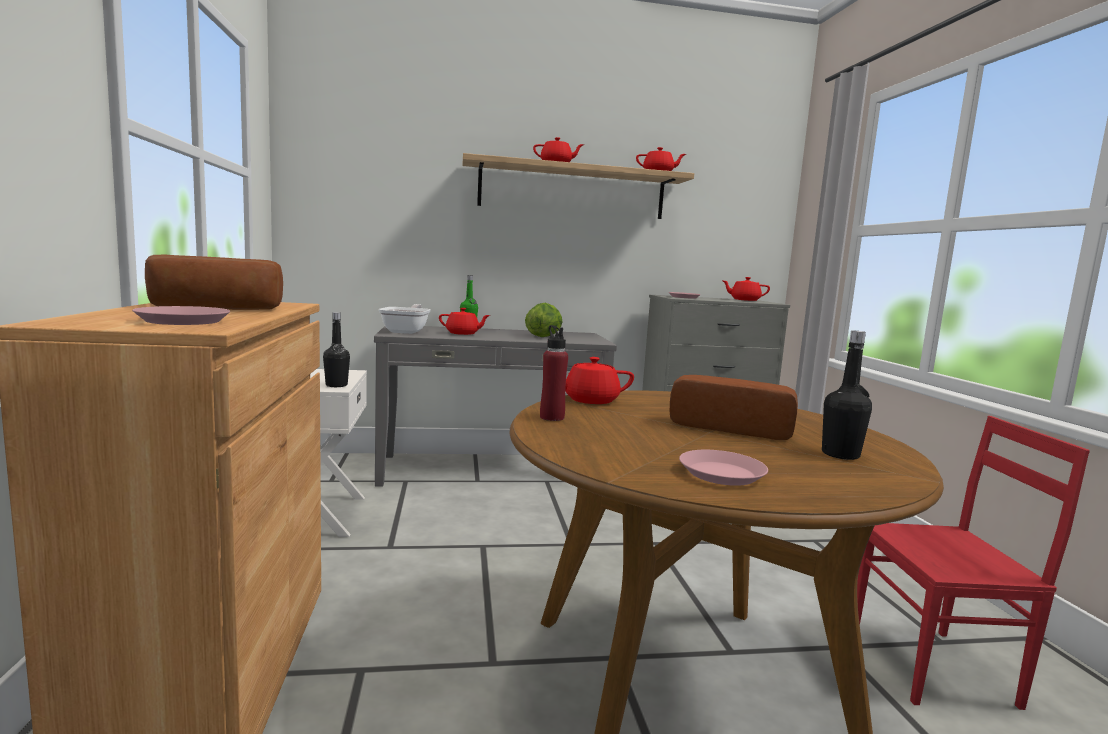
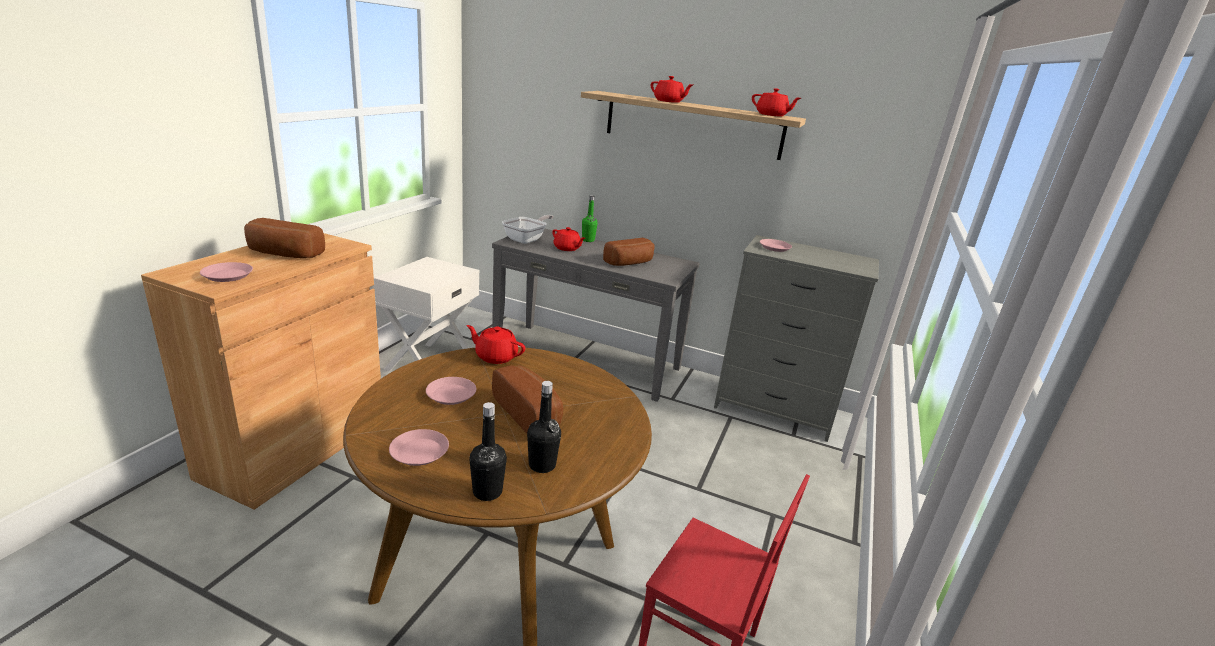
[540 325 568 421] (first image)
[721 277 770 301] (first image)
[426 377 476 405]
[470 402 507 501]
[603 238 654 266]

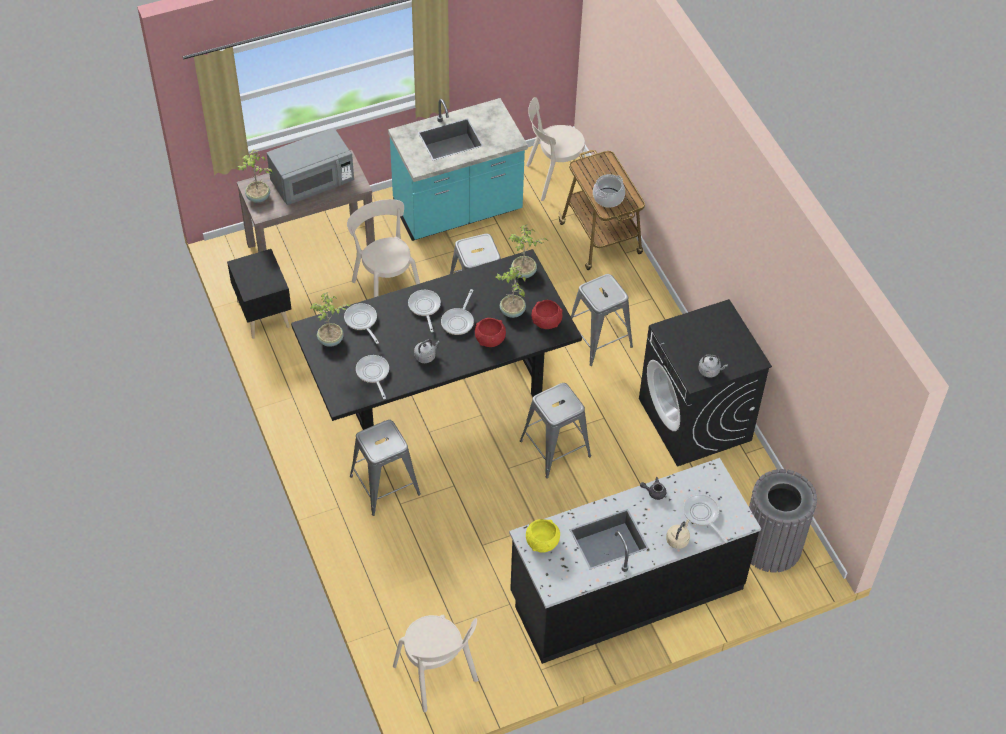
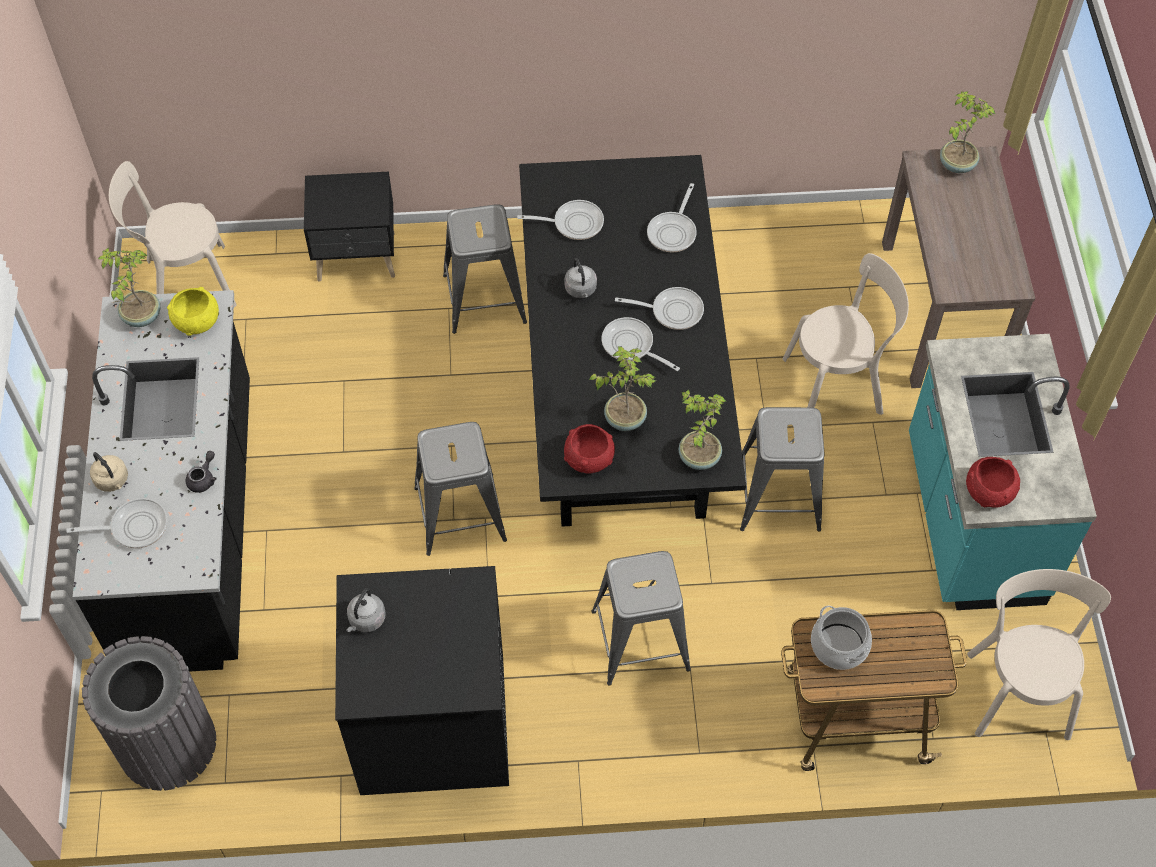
[267 128 354 205] (first image)
[304 172 395 282]
[98 248 160 327]
[966 457 1020 508]
[647 183 697 253]

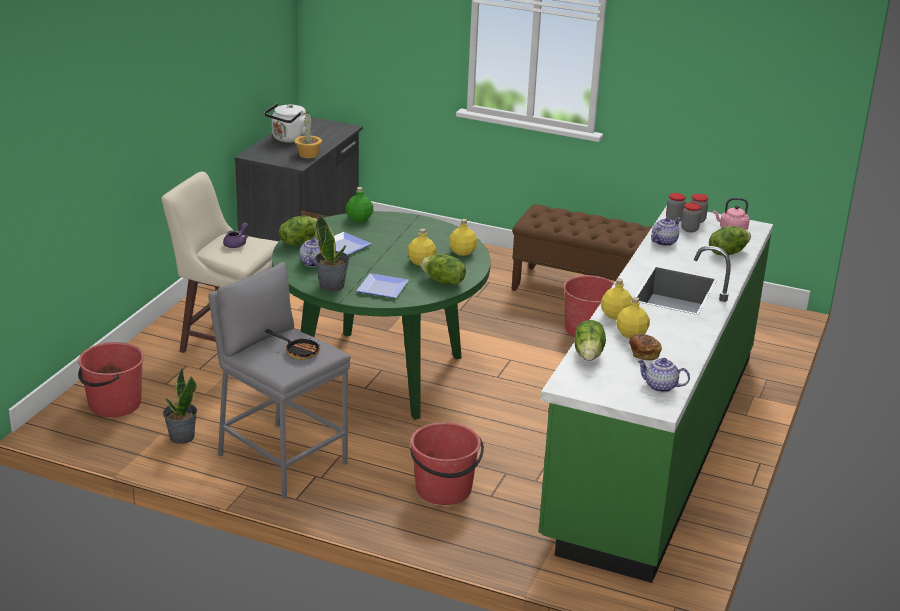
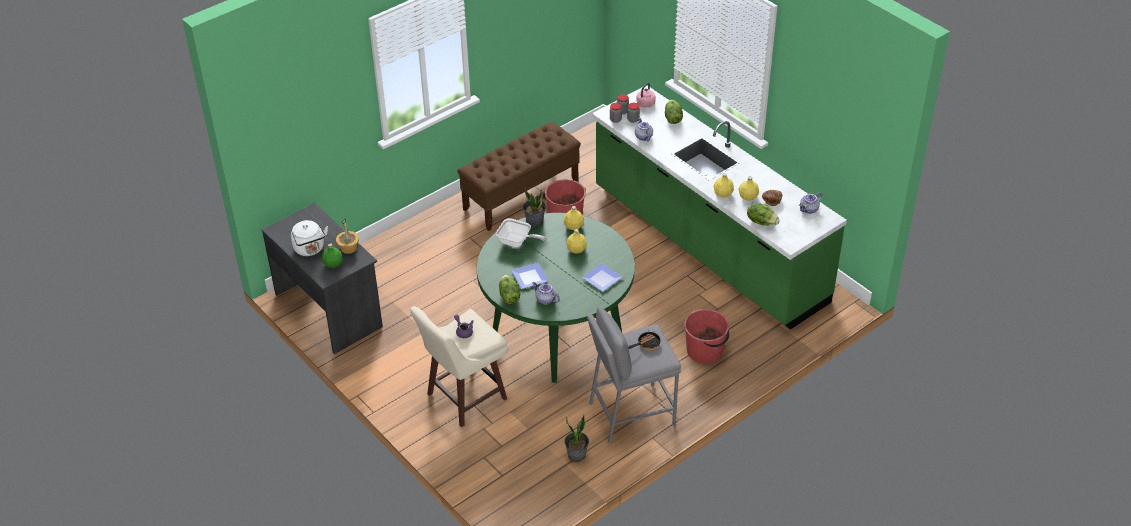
[78 342 144 417] (first image)
[420 254 466 285] (first image)
[496 218 547 247]
[523 187 546 228]
[322 243 343 268]

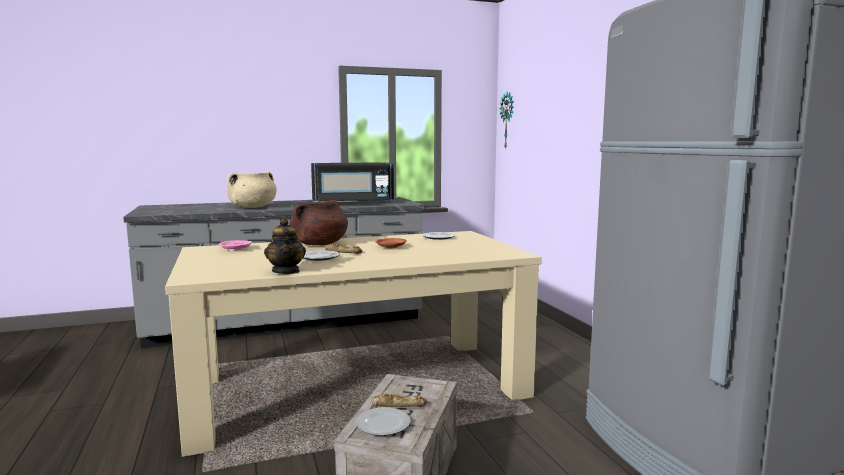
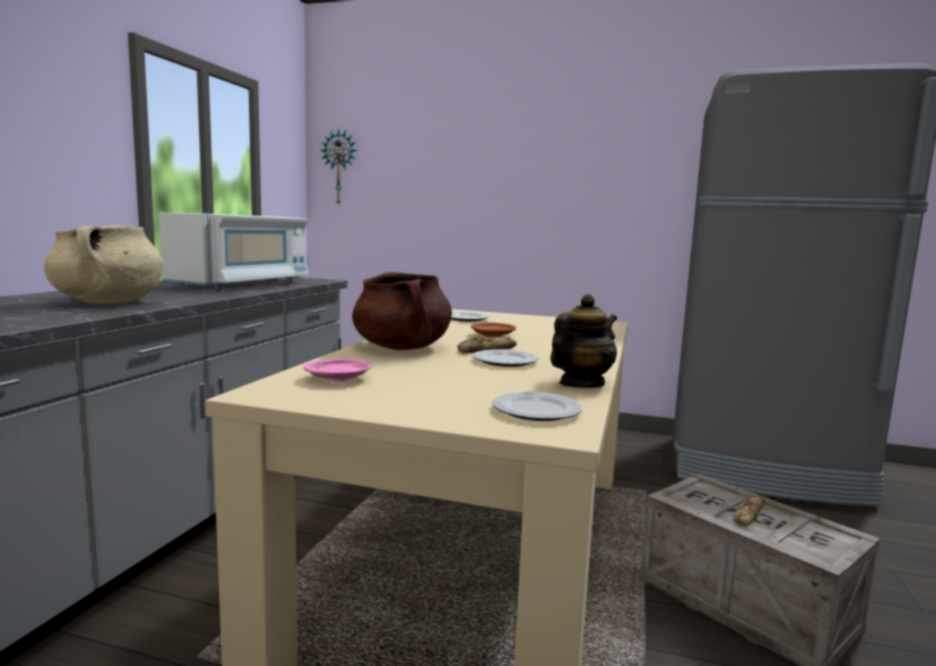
[492 392 582 421]
[159 212 308 289]
[550 294 617 388]

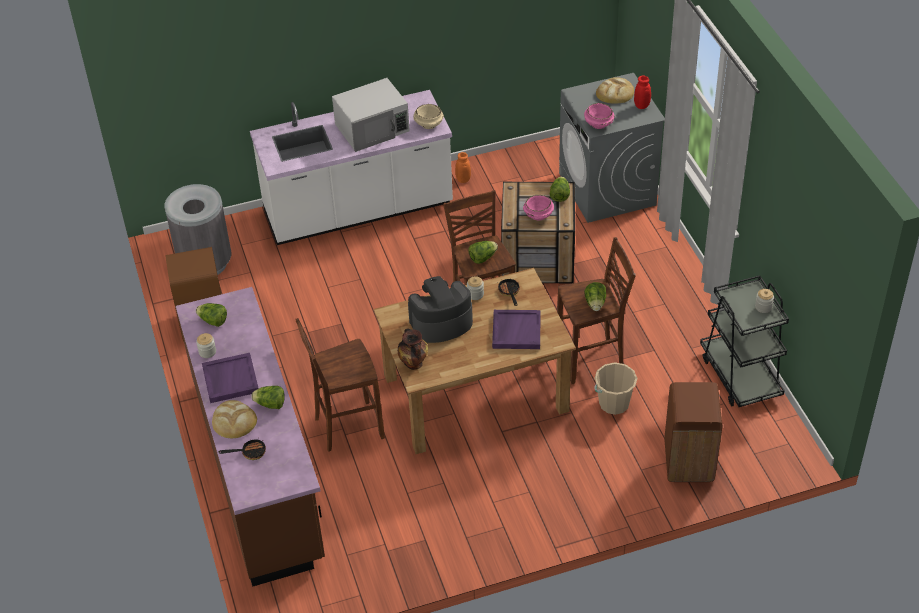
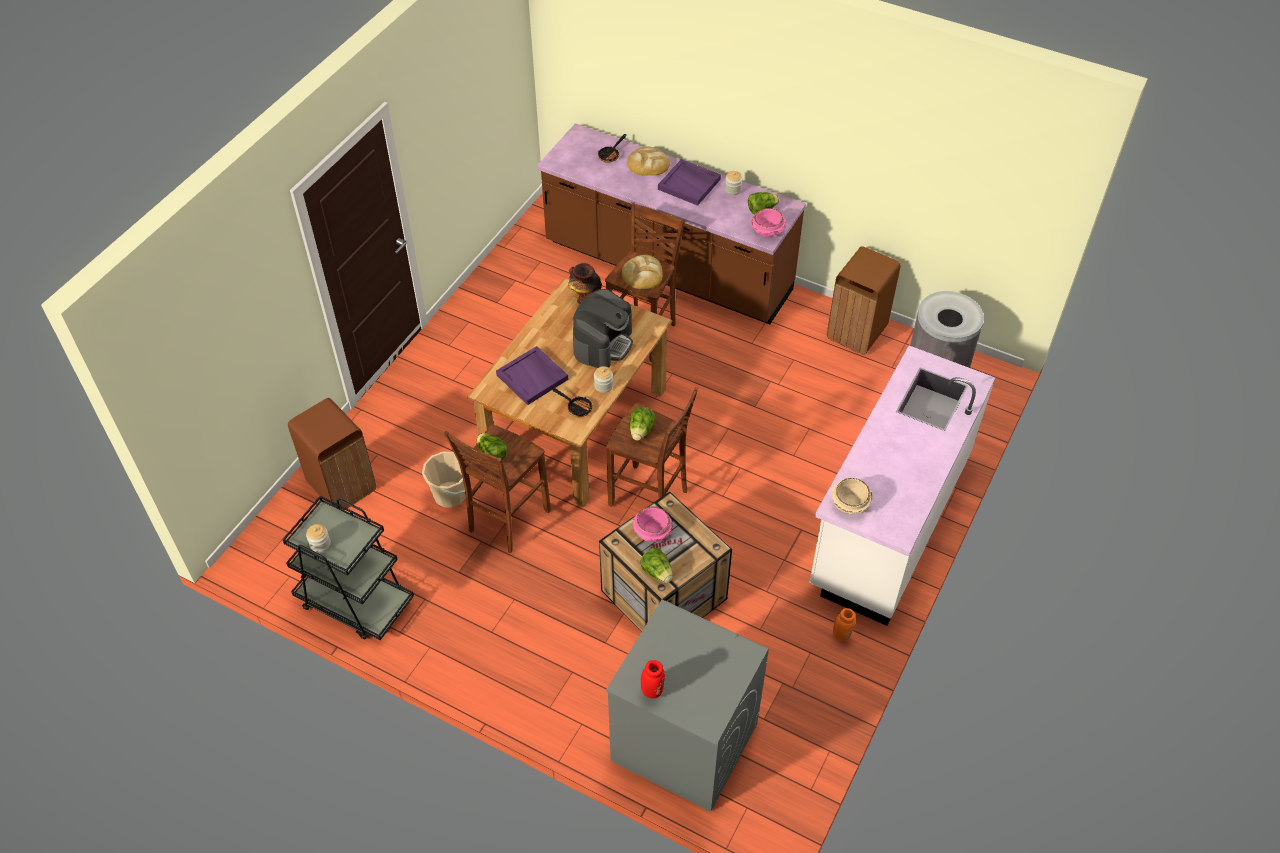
[251 386 285 409] (first image)
[332 78 410 152] (first image)
[751 208 786 237]
[622 255 663 289]

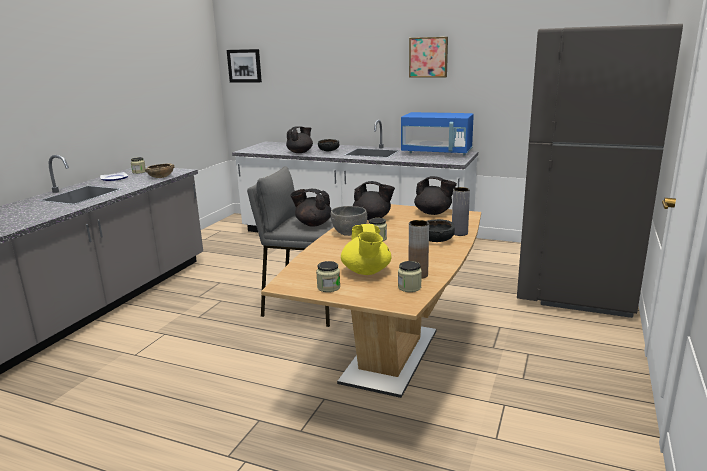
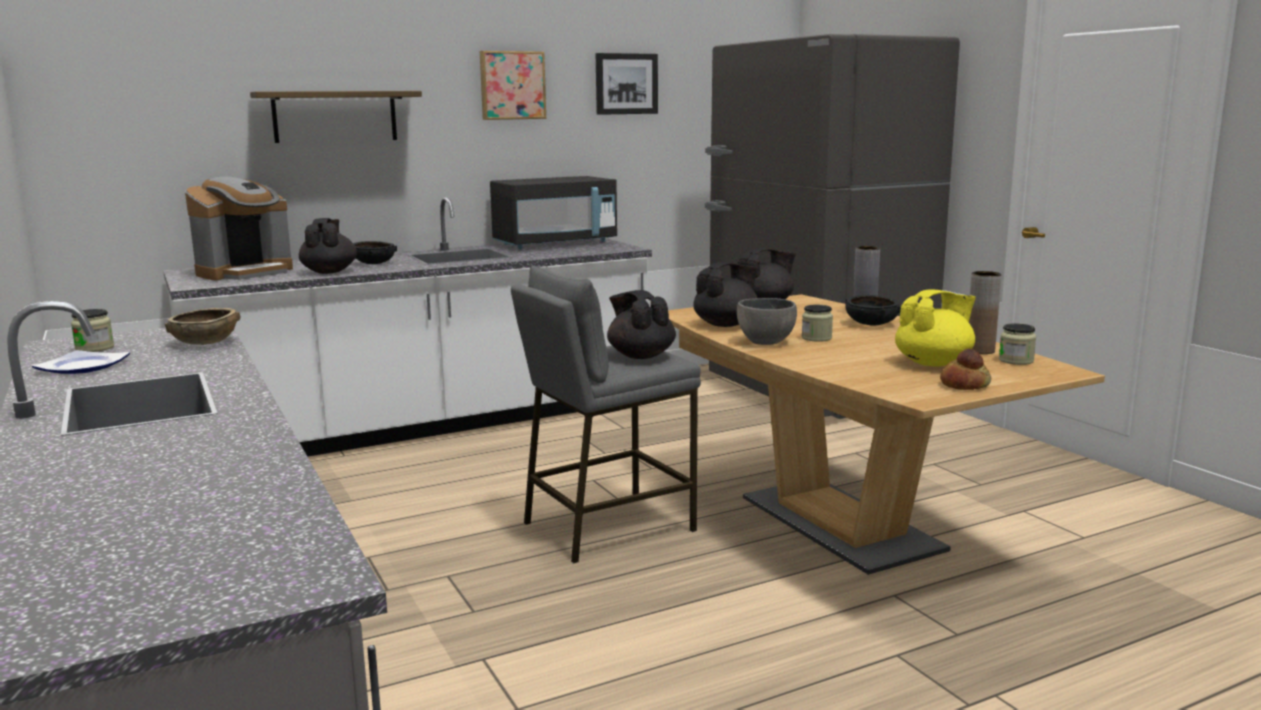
[185 177 293 281]
[250 91 422 143]
[596 53 658 115]
[940 349 991 390]
[490 176 617 249]
[607 290 676 359]
[895 289 976 367]

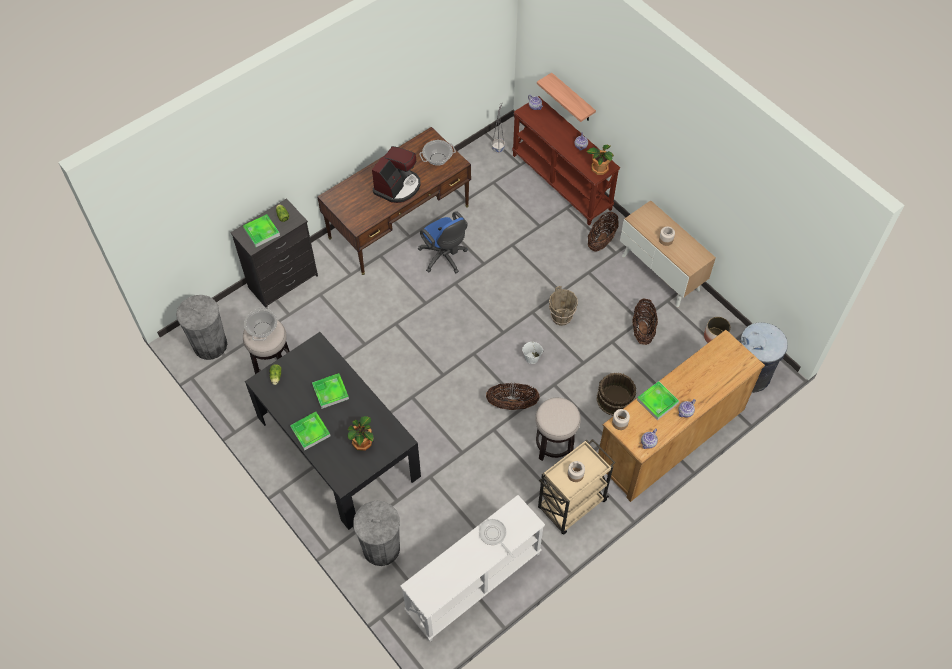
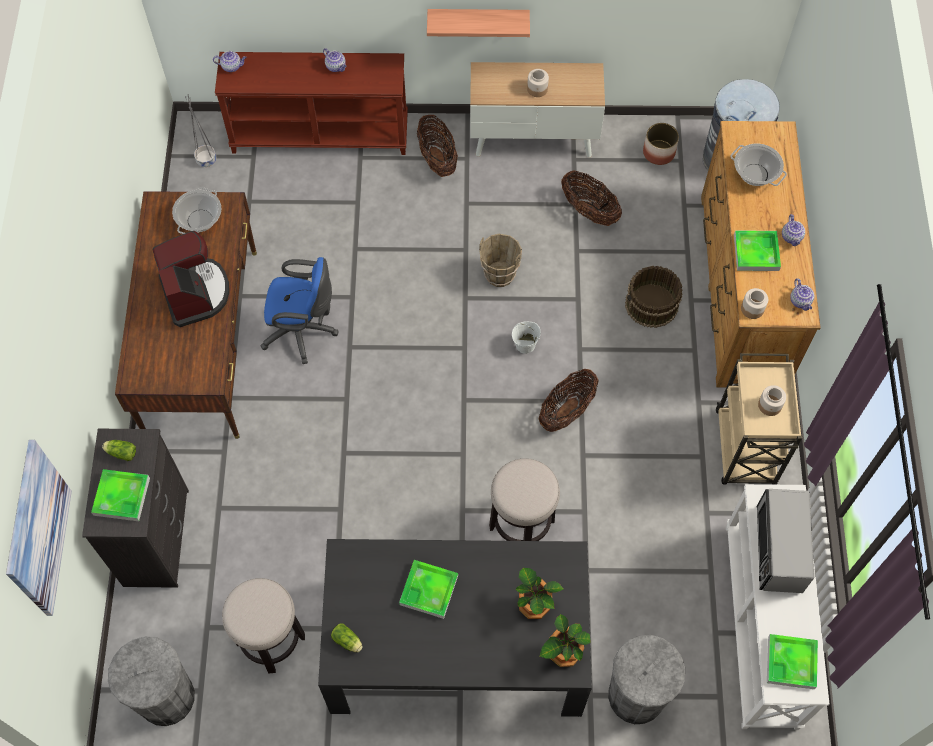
[6 440 72 616]
[730 144 787 186]
[767 634 818 689]
[489 458 560 541]
[427 9 530 37]
[540 614 591 667]
[756 489 814 593]

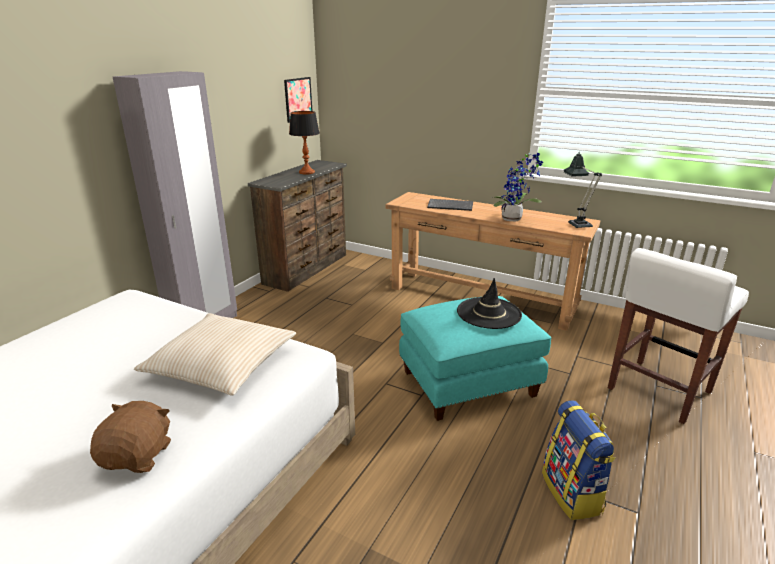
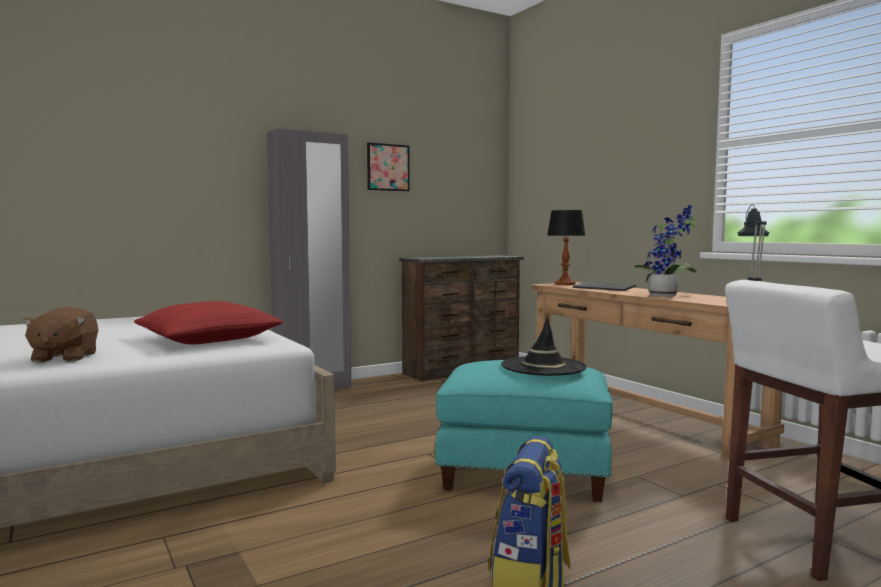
[367 142 410 191]
[547 210 586 285]
[134 301 283 344]
[22 307 98 363]

